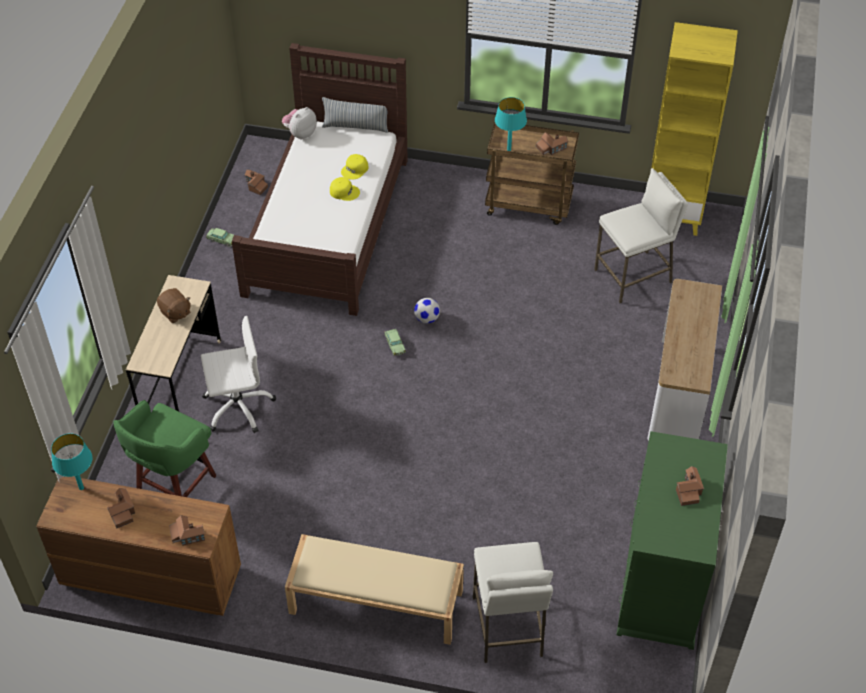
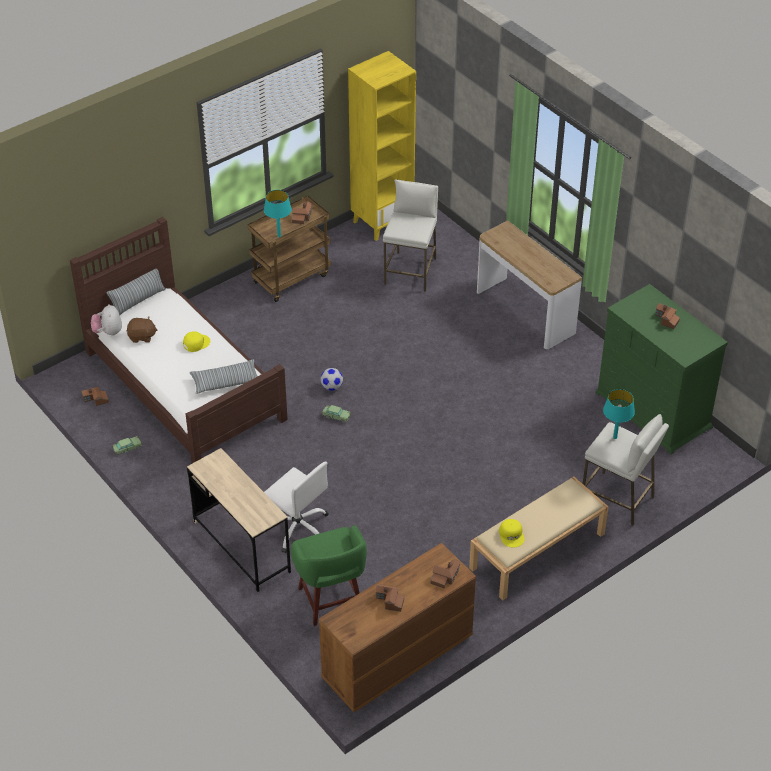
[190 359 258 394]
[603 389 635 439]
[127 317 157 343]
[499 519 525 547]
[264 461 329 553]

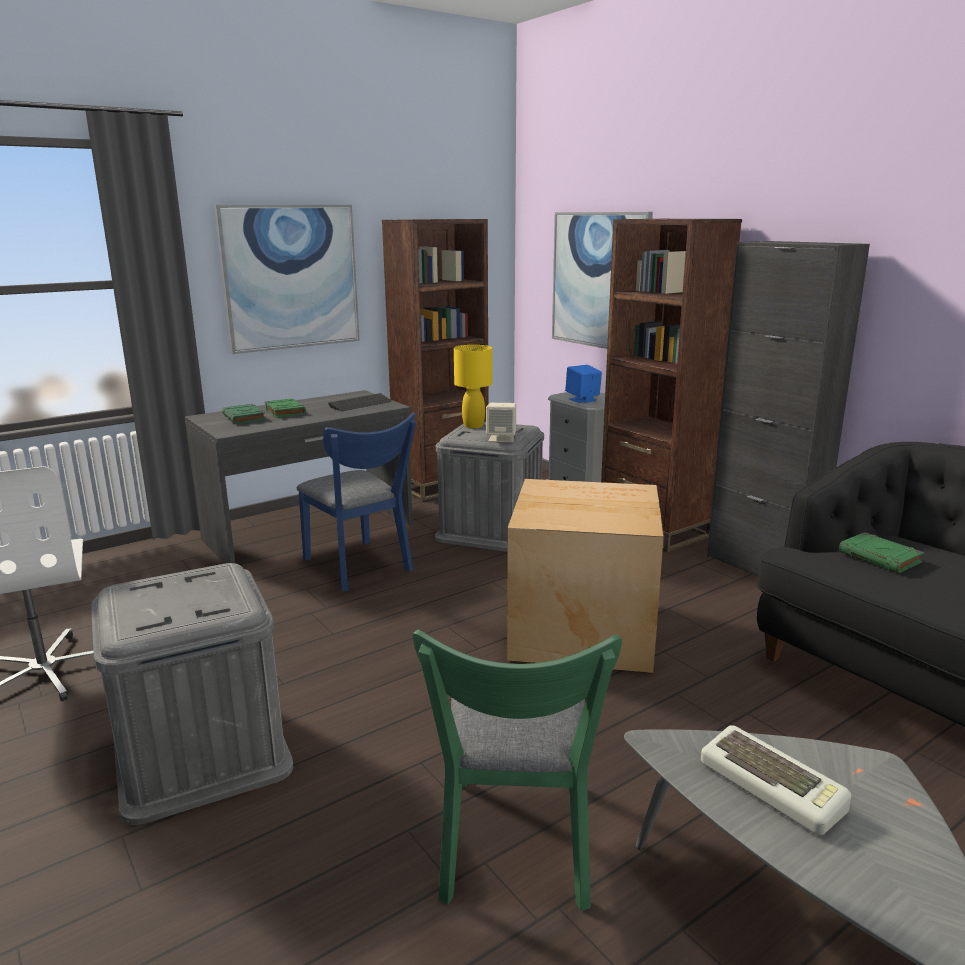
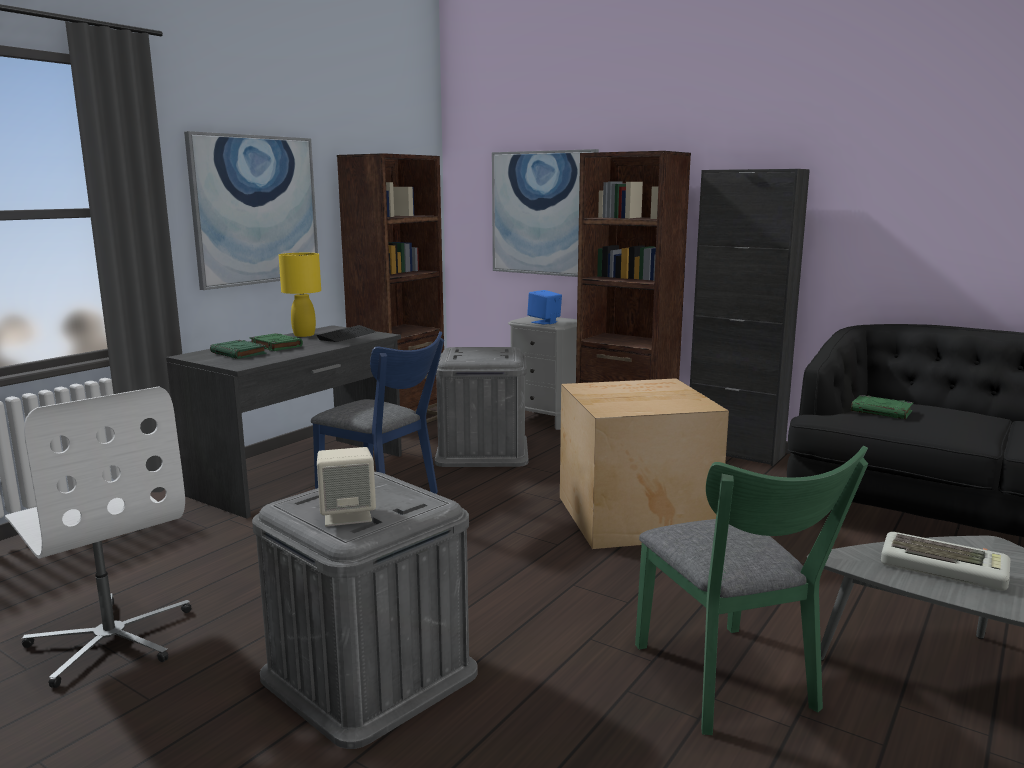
[279 253 321 337]
[317 447 376 526]

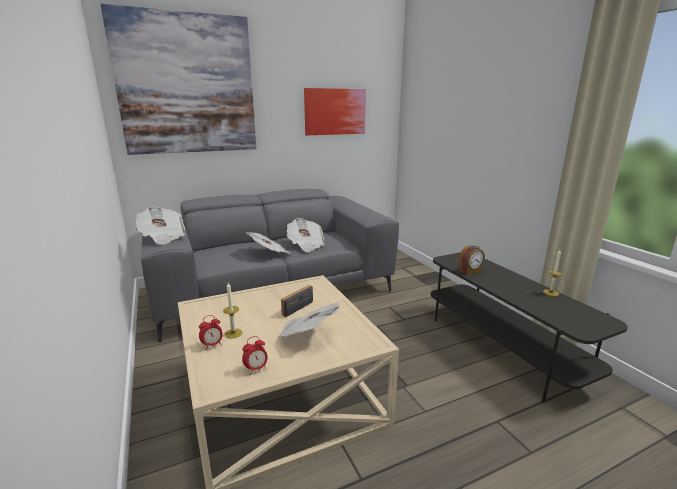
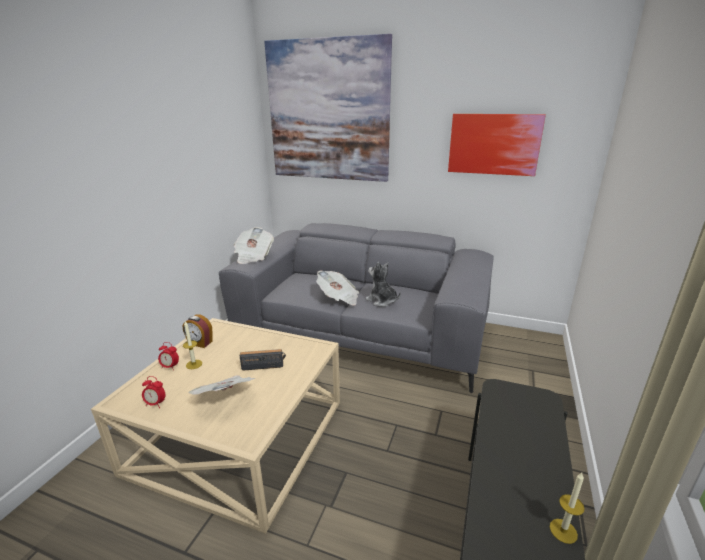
[183 314 212 348]
[365 262 401 307]

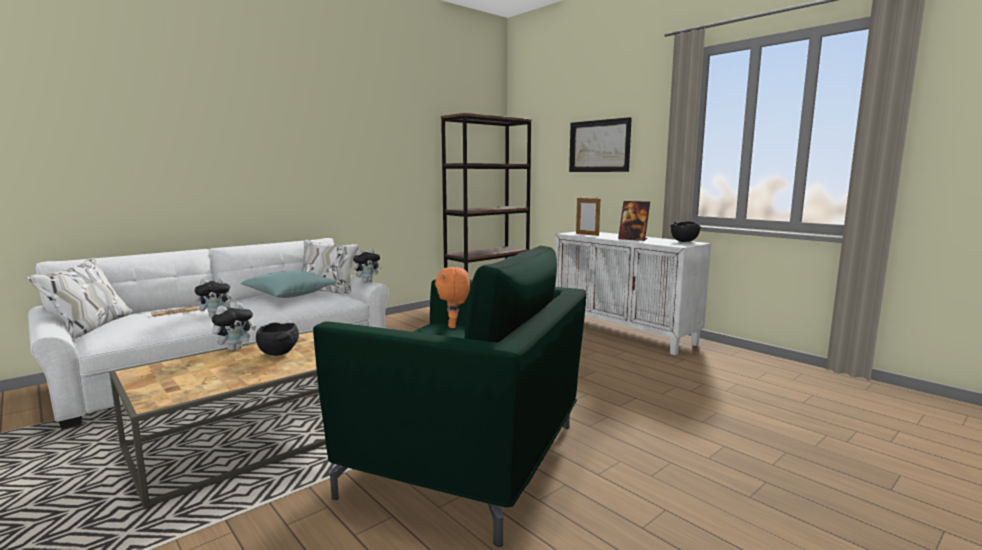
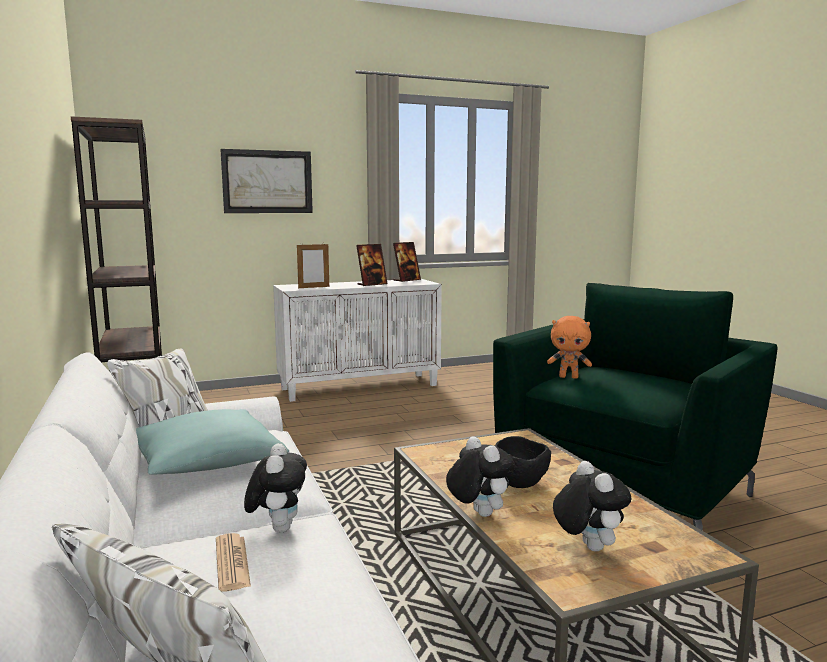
[553 461 631 551]
[393 242 421 282]

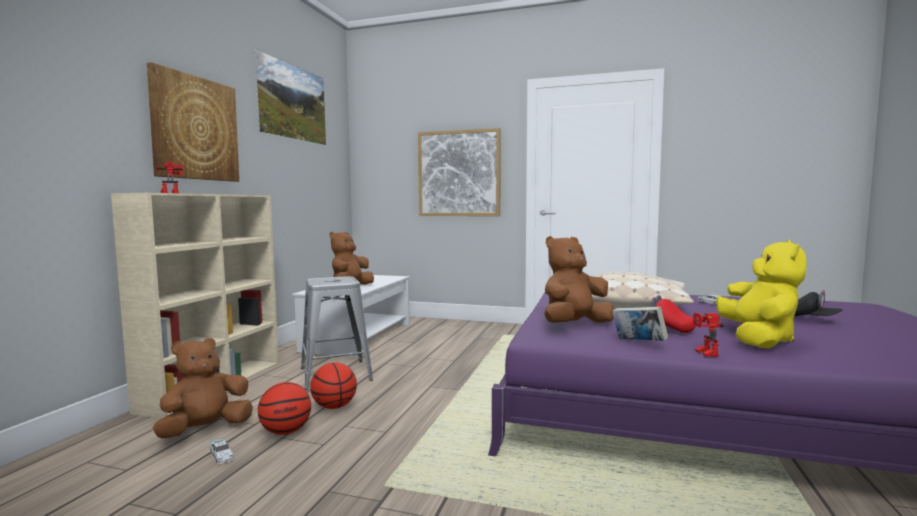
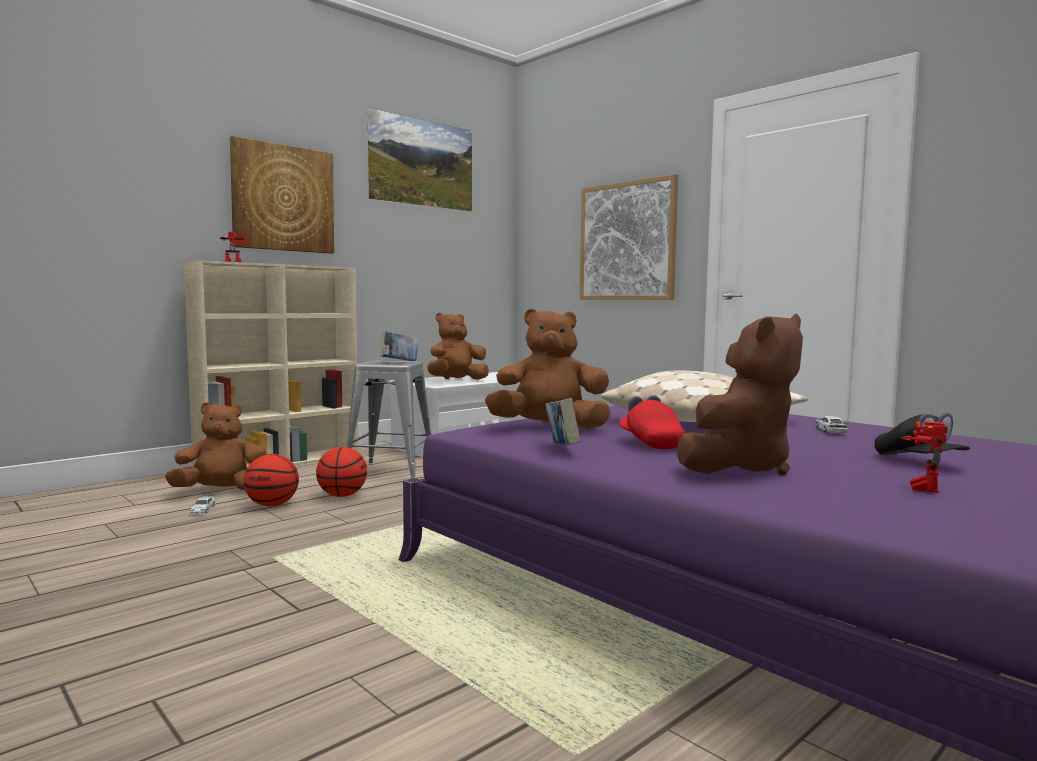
[380 331 418 361]
[900 421 948 493]
[677 314 803 475]

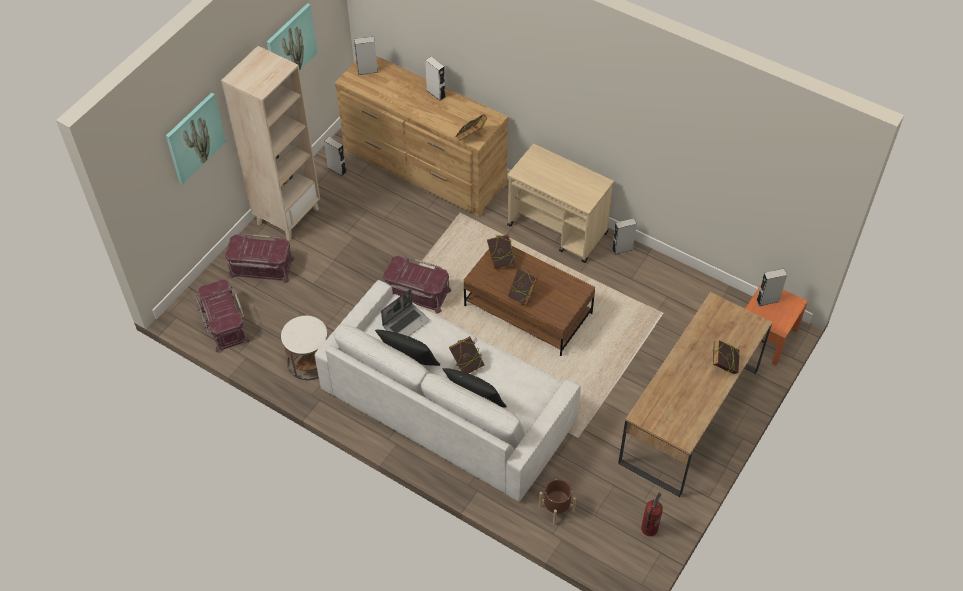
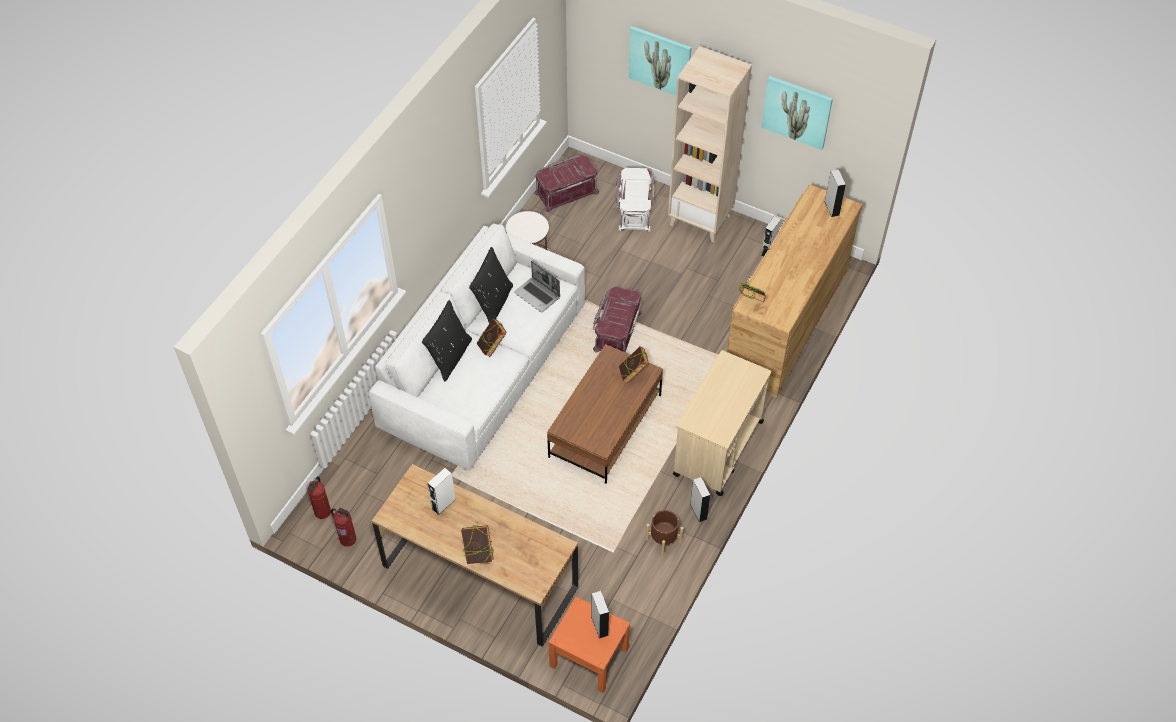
[508 268 538 305] (first image)
[307 476 331 519]
[428 468 456 515]
[645 510 683 557]
[616 168 654 232]

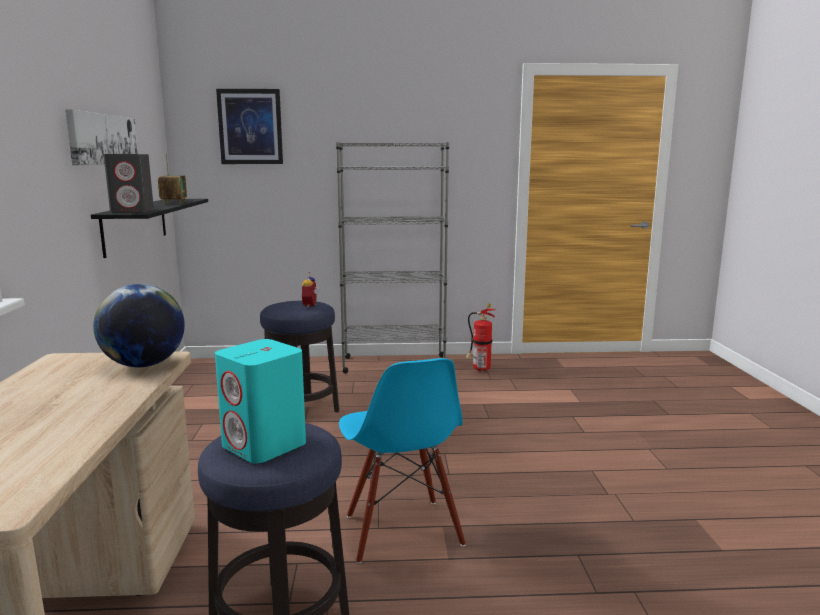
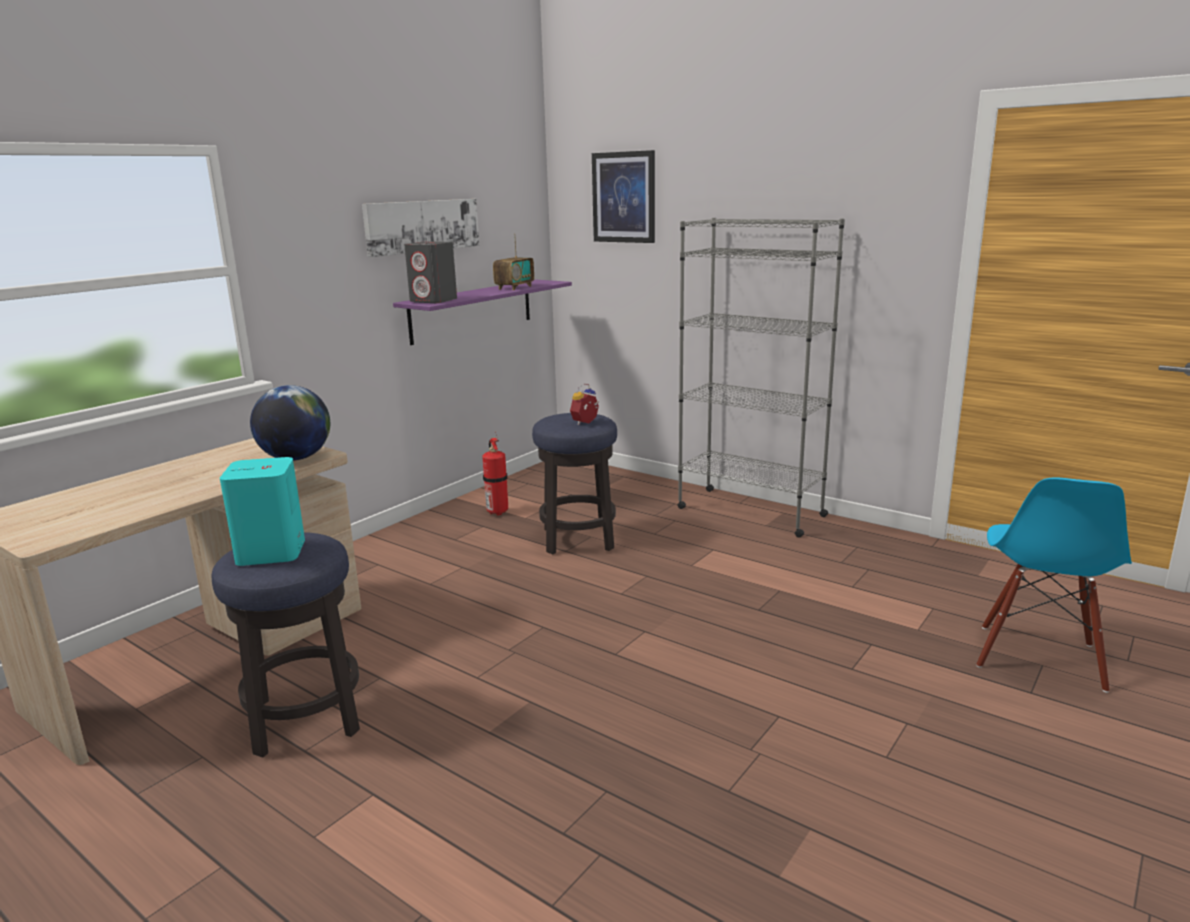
[976 477 1132 693]
[482 432 508 516]
[393 280 572 345]

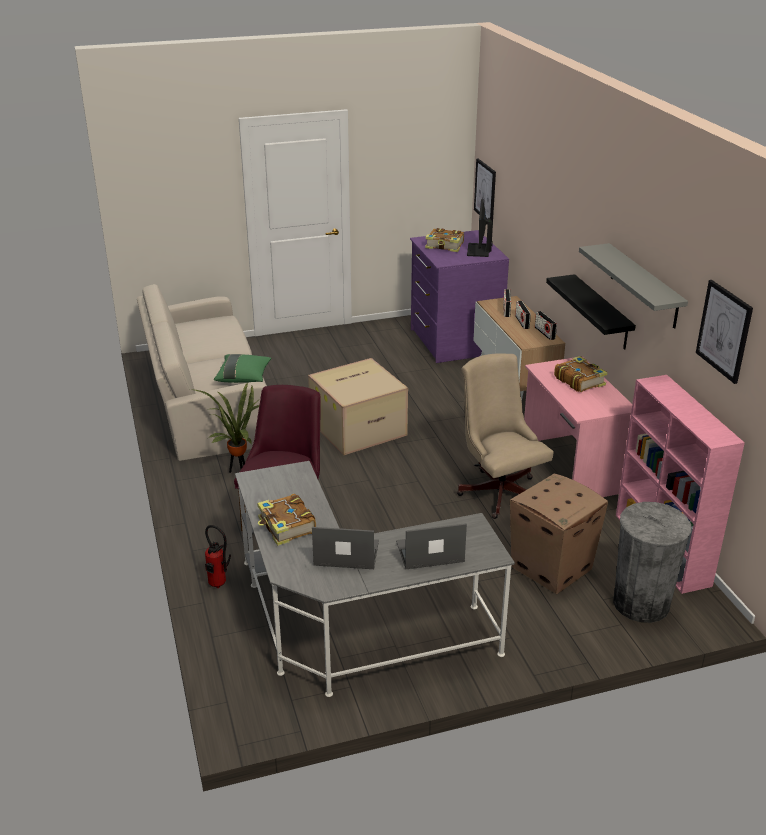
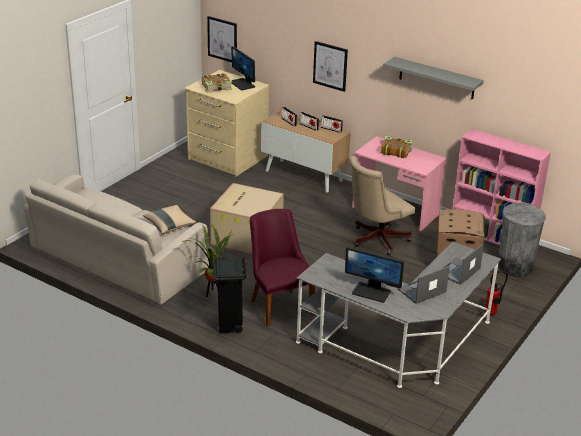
[546 274 636 350] (first image)
[213 257 247 334]
[485 271 508 315]
[313 41 348 92]
[345 247 404 303]
[143 205 196 234]
[184 70 269 177]
[350 156 415 255]

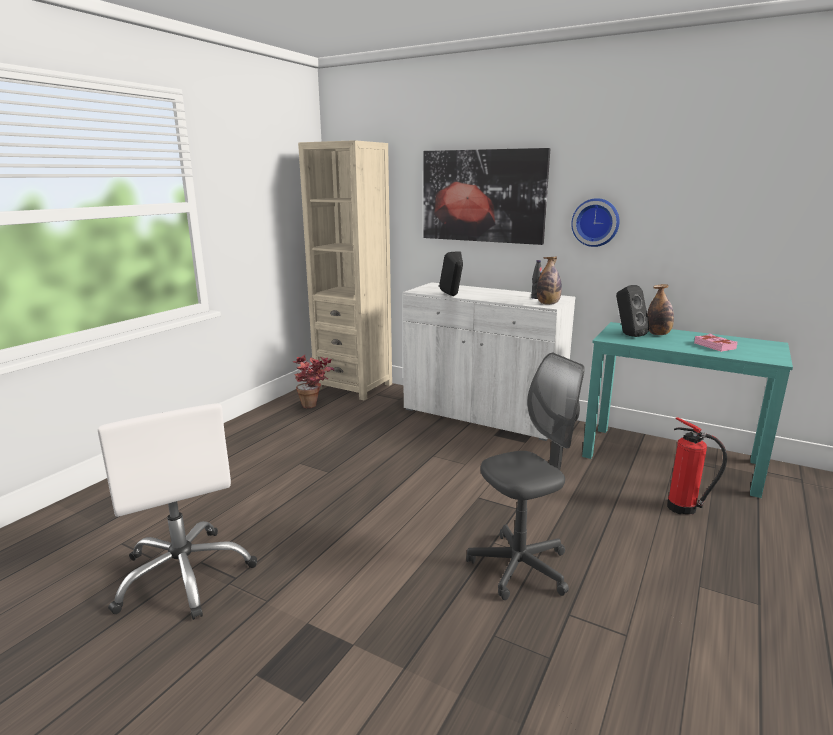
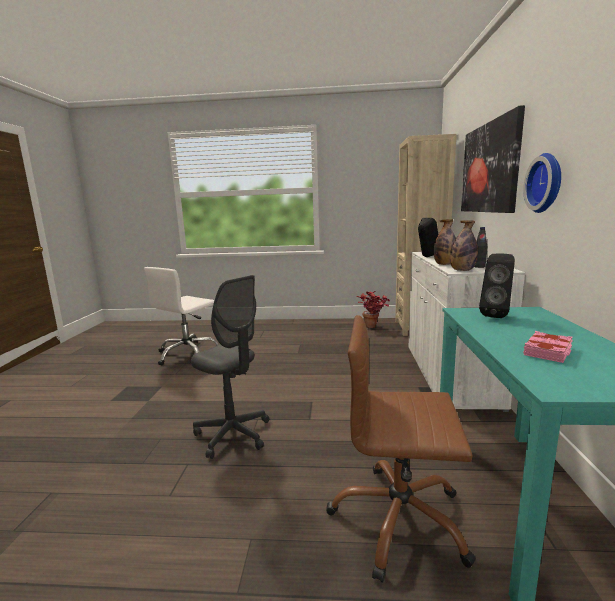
[434 219 456 265]
[326 315 476 583]

